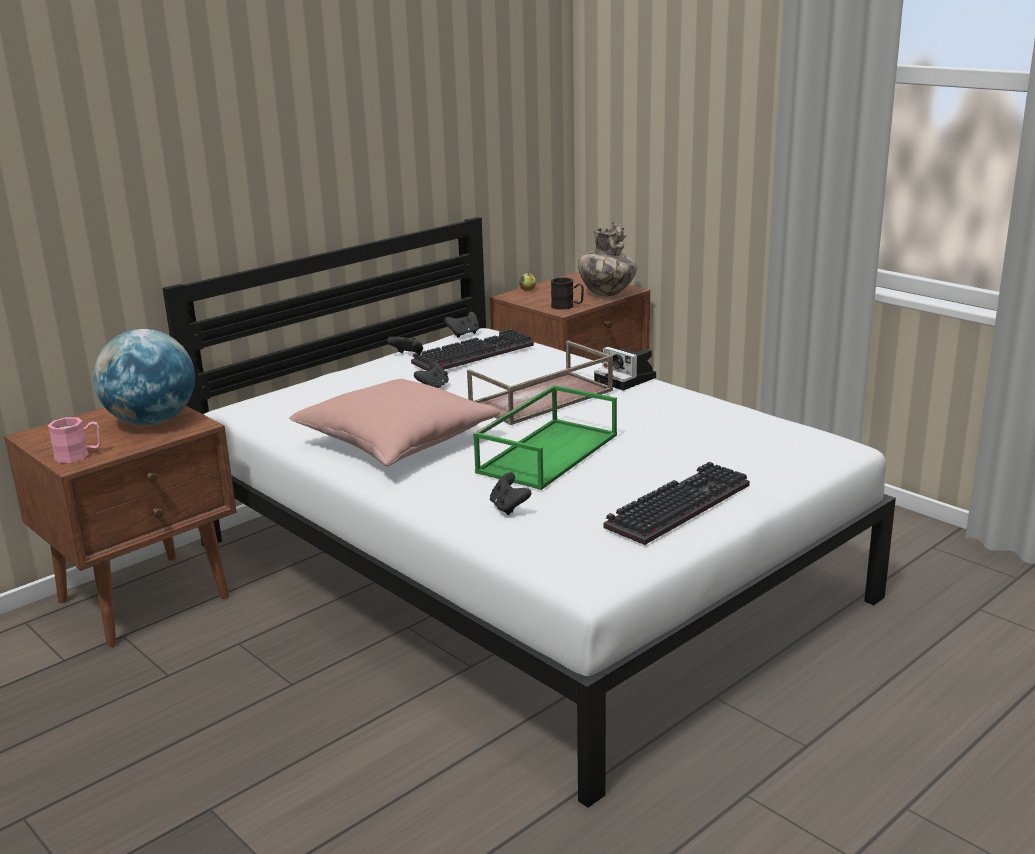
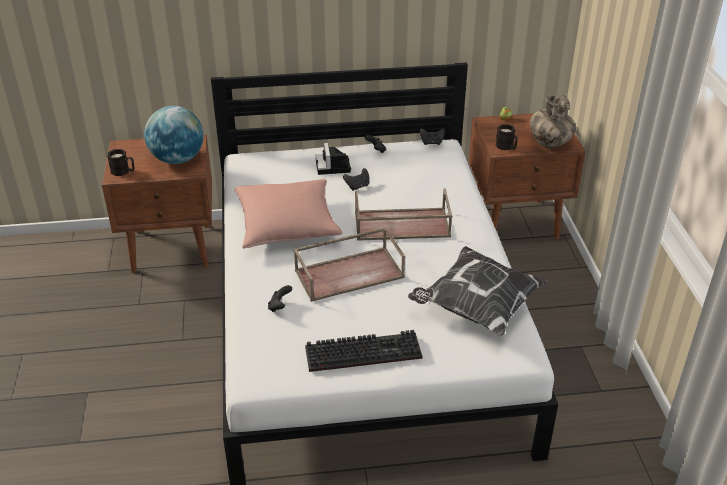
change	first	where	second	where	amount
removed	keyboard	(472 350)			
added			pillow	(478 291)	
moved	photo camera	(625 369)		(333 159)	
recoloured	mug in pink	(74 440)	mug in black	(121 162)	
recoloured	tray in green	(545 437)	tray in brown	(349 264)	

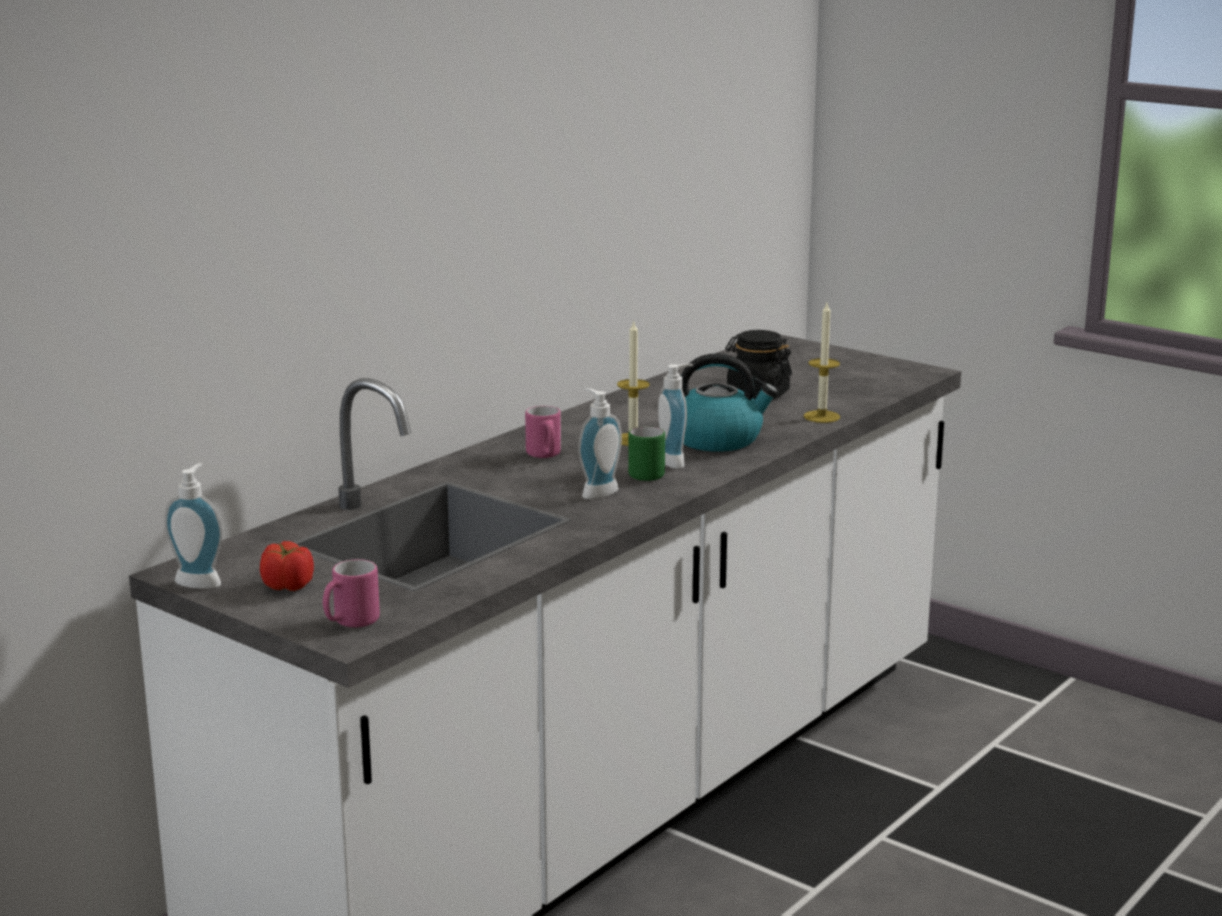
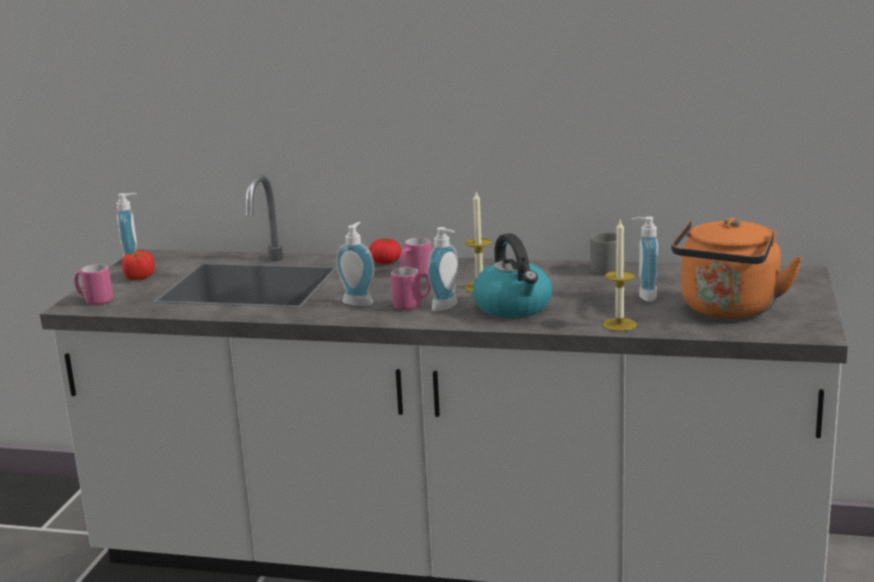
change	first	where	second	where	amount
added			tomato	(385 251)	
added			mug in grey	(603 254)	
added			kettle in orange	(736 268)	
replaced	jar in black	(758 365)	soap dispenser	(644 259)	
recoloured	mug in green	(646 453)	mug in pink	(410 288)	

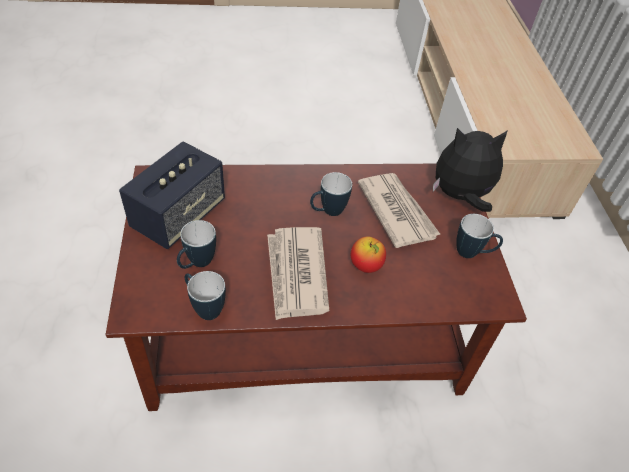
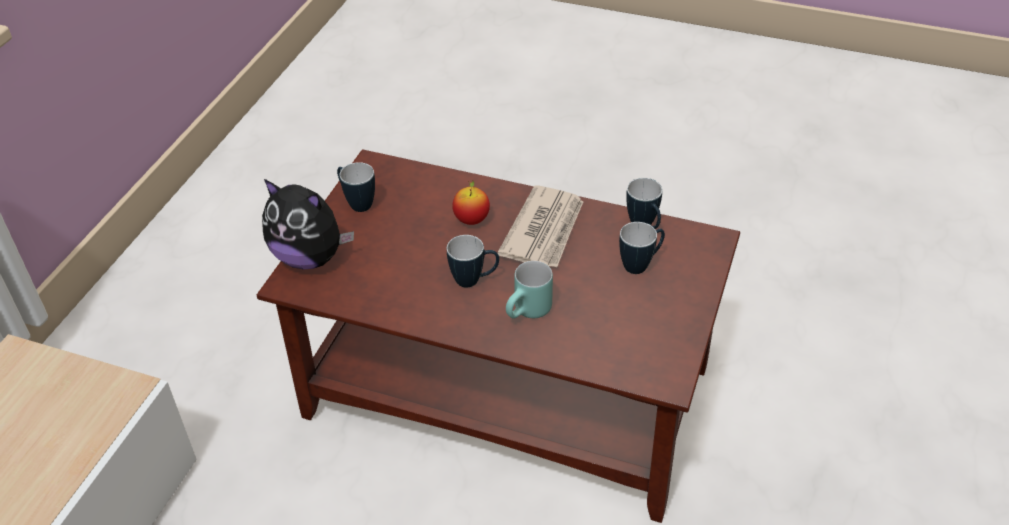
change	first	where	second	where	amount
removed	speaker	(172 195)			
removed	newspaper	(399 210)			
added			mug in turquoise	(529 290)	

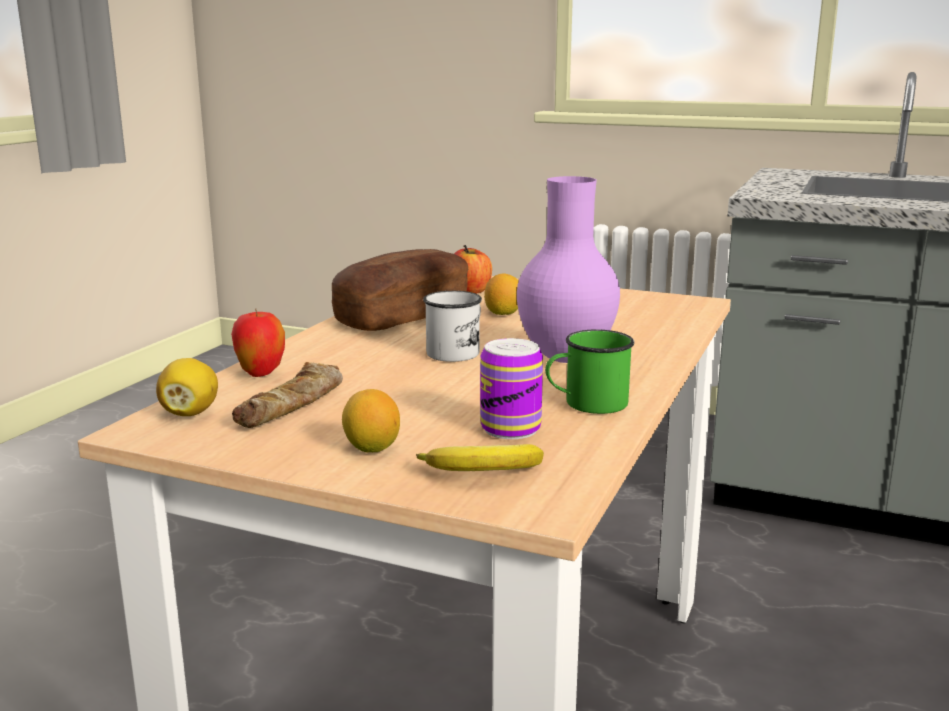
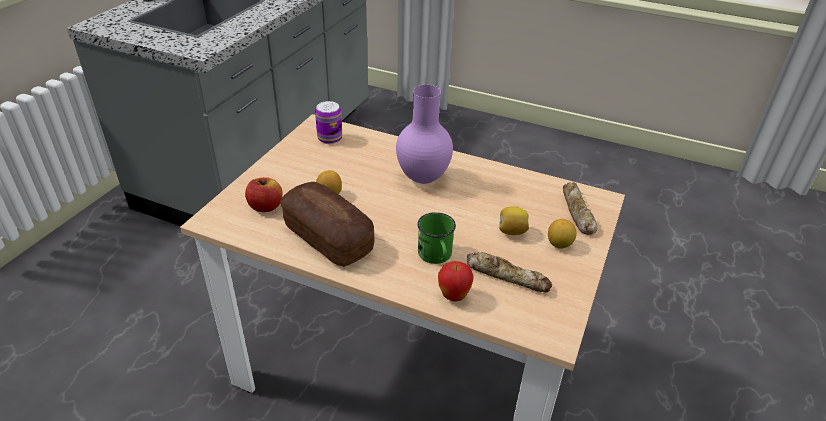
change	first	where	second	where	amount
removed	mug in white	(452 326)			
moved	lemon	(187 387)		(514 220)	
moved	can	(511 388)		(328 122)	
moved	mug in green	(589 372)		(436 238)	
replaced	banana	(480 457)	bread	(580 208)	

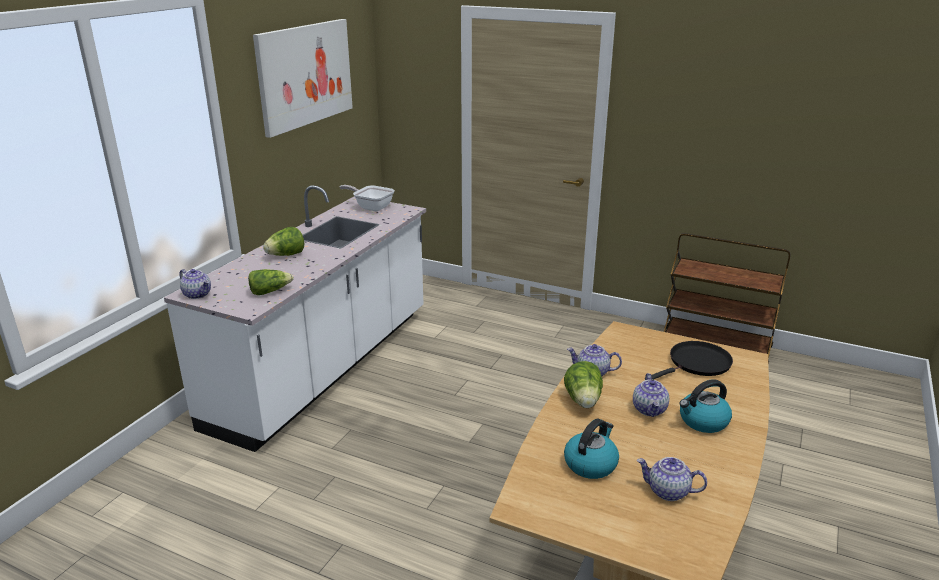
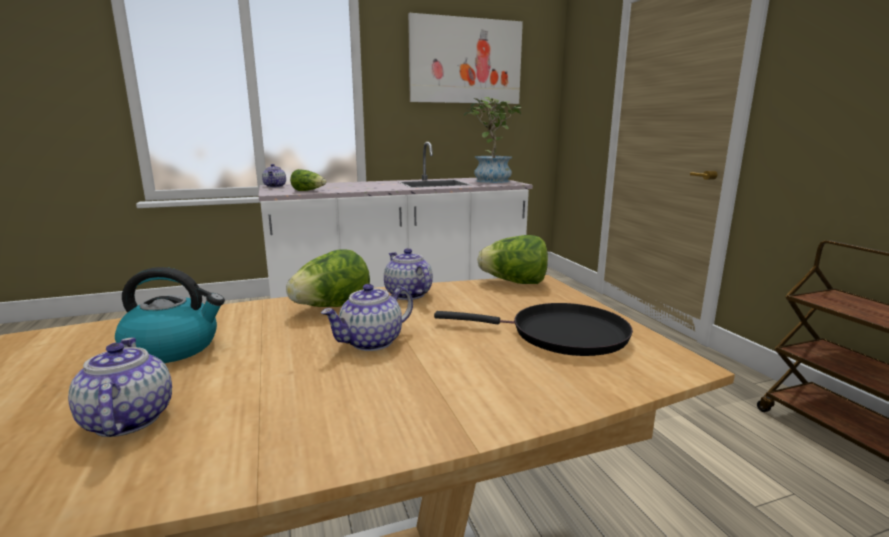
change	first	where	second	where	amount
removed	kettle	(706 406)			
moved	lettuce	(283 241)		(512 259)	
replaced	frying pan	(367 198)	potted plant	(492 140)	

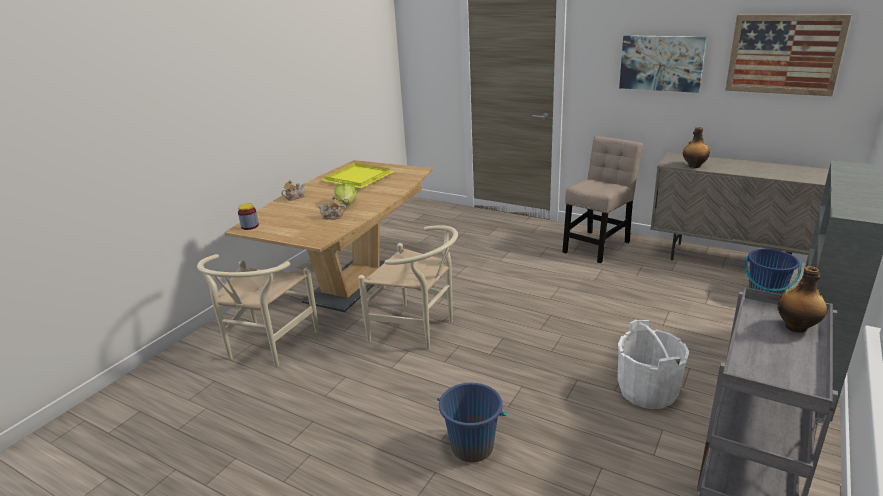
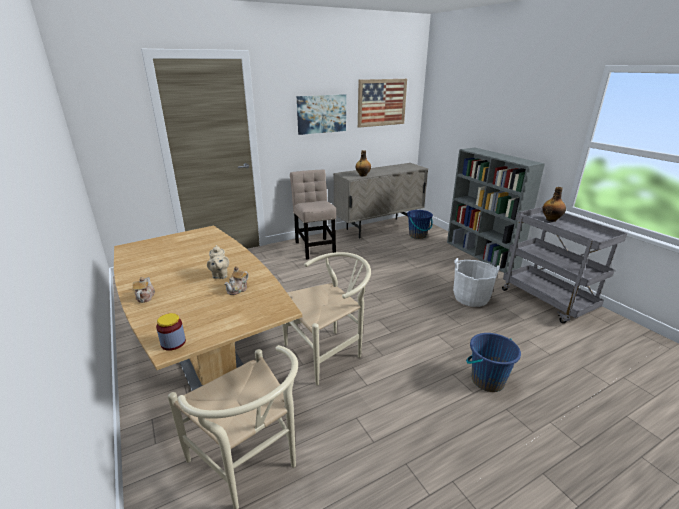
change	first	where	second	where	amount
removed	tray in yellow	(358 175)			
replaced	lettuce	(345 194)	teapot in beige	(218 262)	

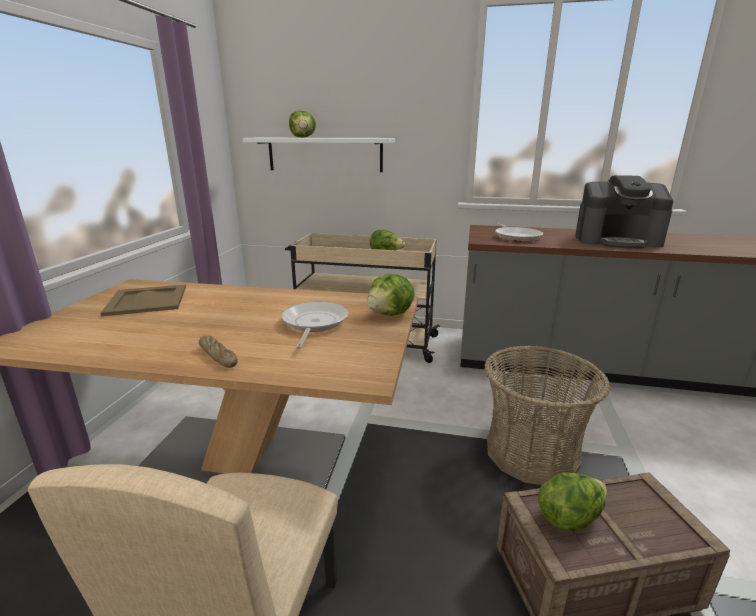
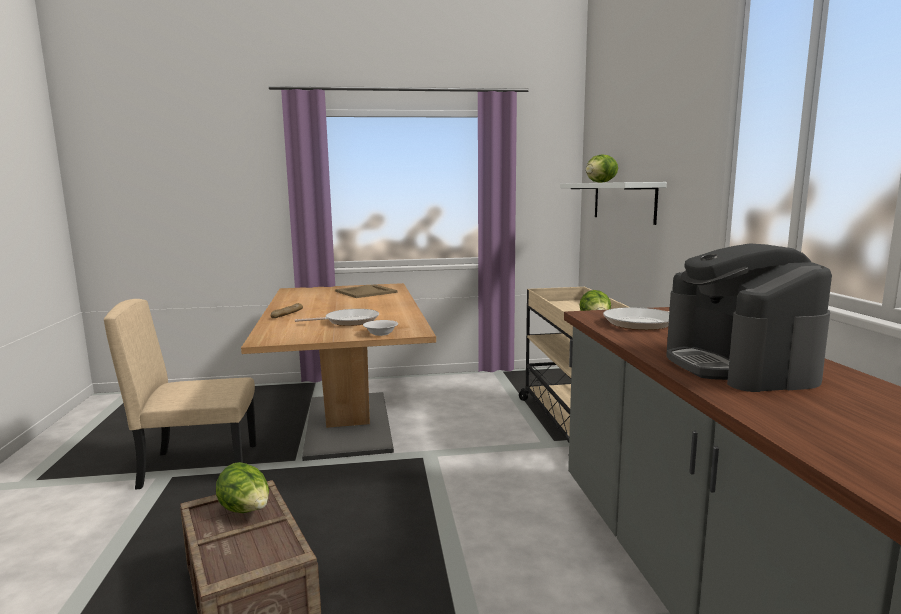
change	first	where	second	where	amount
removed	basket	(547 415)			
replaced	lettuce	(391 295)	bowl in white	(380 328)	

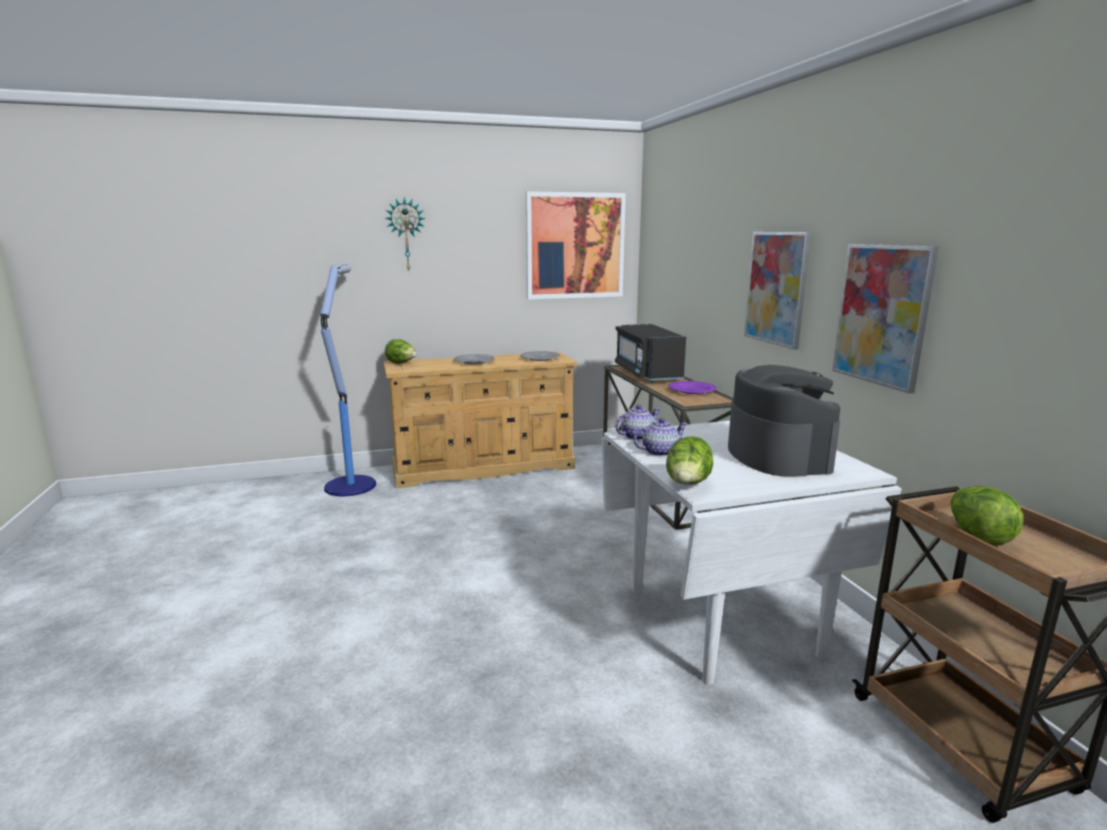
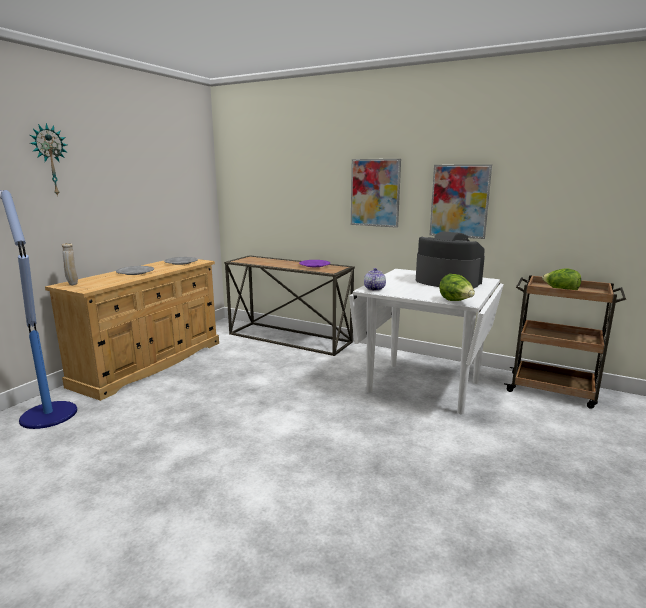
change	first	where	second	where	amount
removed	picture	(576 245)			
removed	microwave in black	(650 353)			
removed	teapot	(660 437)			
replaced	lettuce	(401 351)	vase in beige	(70 264)	

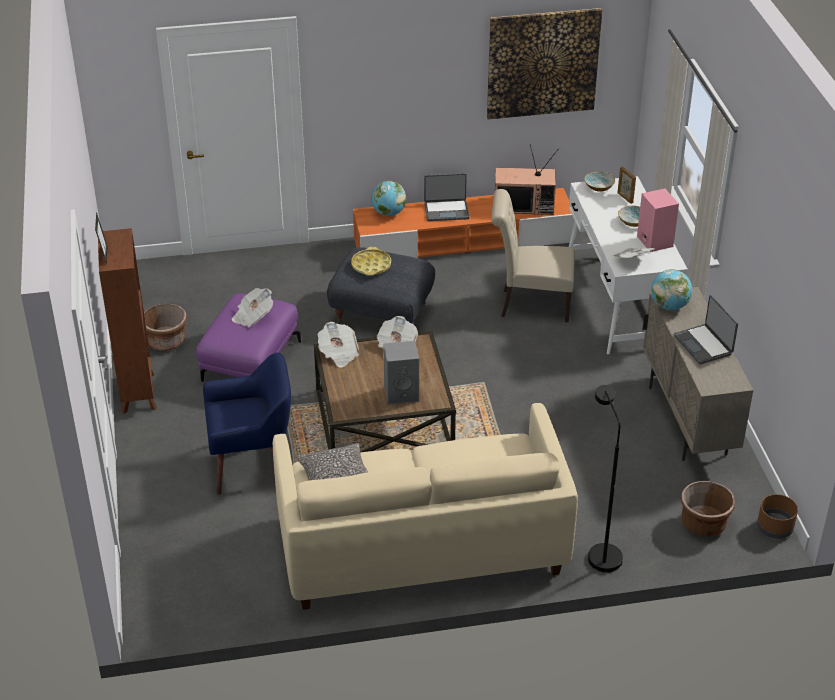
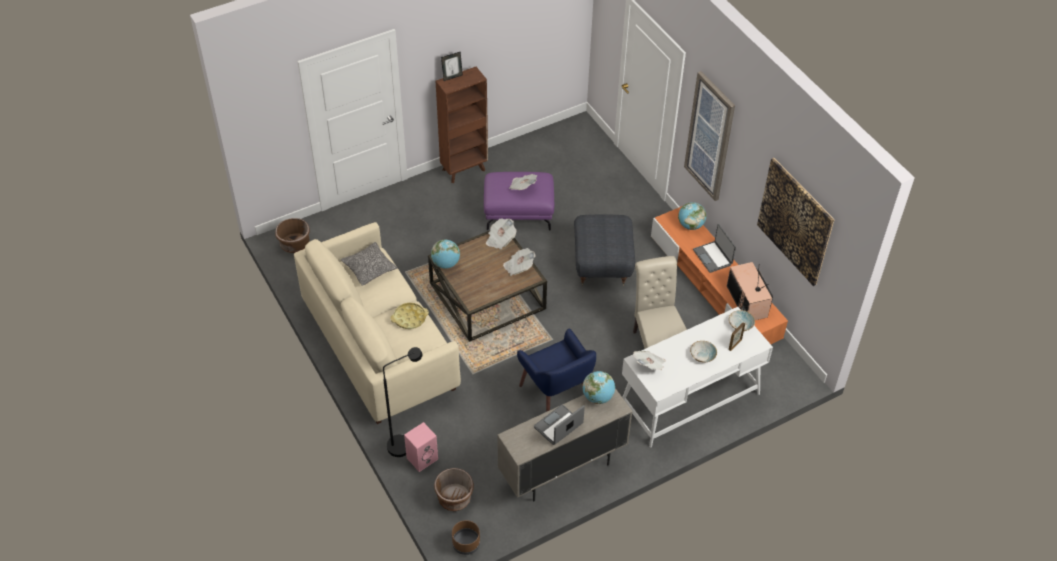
change	first	where	second	where	amount
removed	speaker in grey	(401 373)			
added			globe	(445 254)	
added			picture	(709 136)	
moved	planter in brown	(165 327)		(292 235)	
moved	armchair in blue	(247 424)		(556 370)	
moved	tray in yellow	(371 261)		(409 316)	
moved	speaker in pink	(658 220)		(421 447)	

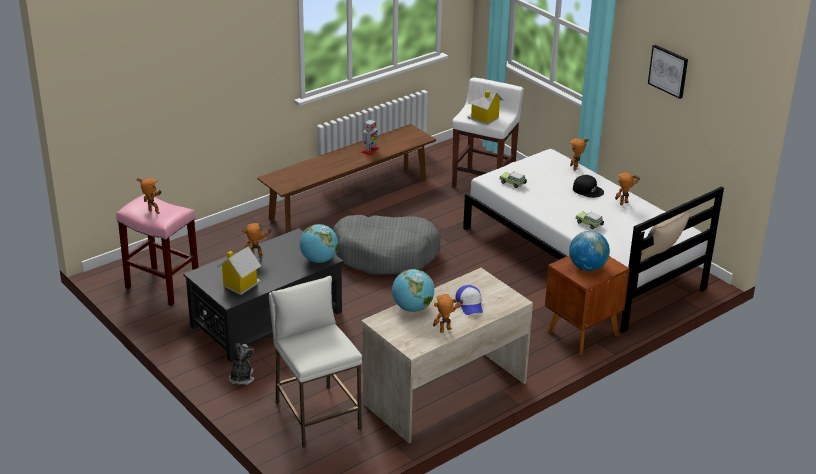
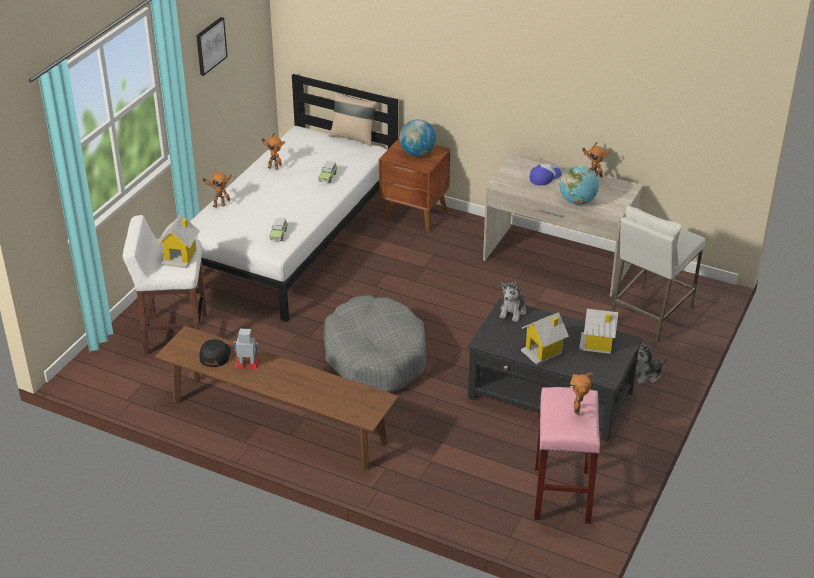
change	first	where	second	where	amount
moved	cap in black	(588 186)		(215 353)	
replaced	toy robot	(256 239)	toy house	(545 338)	
replaced	globe	(319 243)	plush toy	(512 301)	

